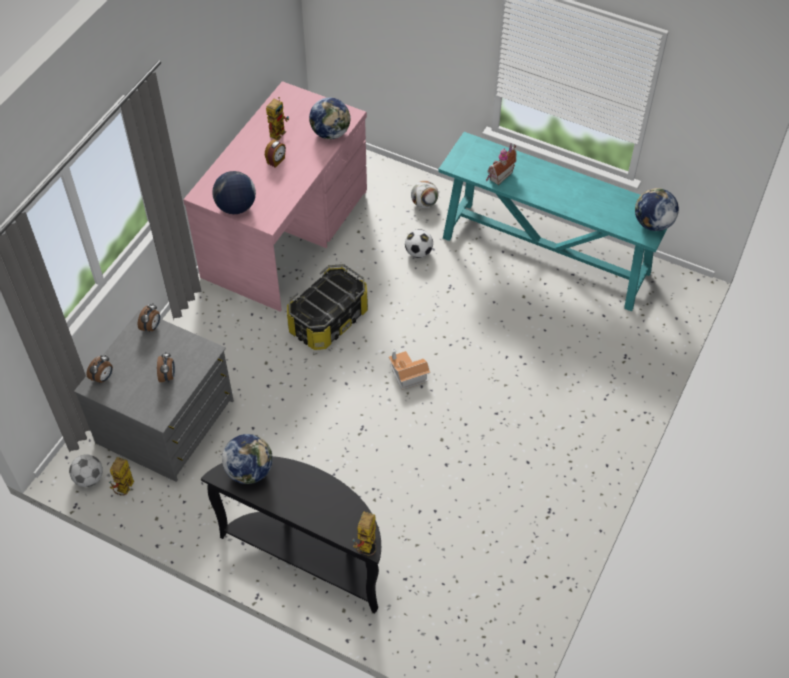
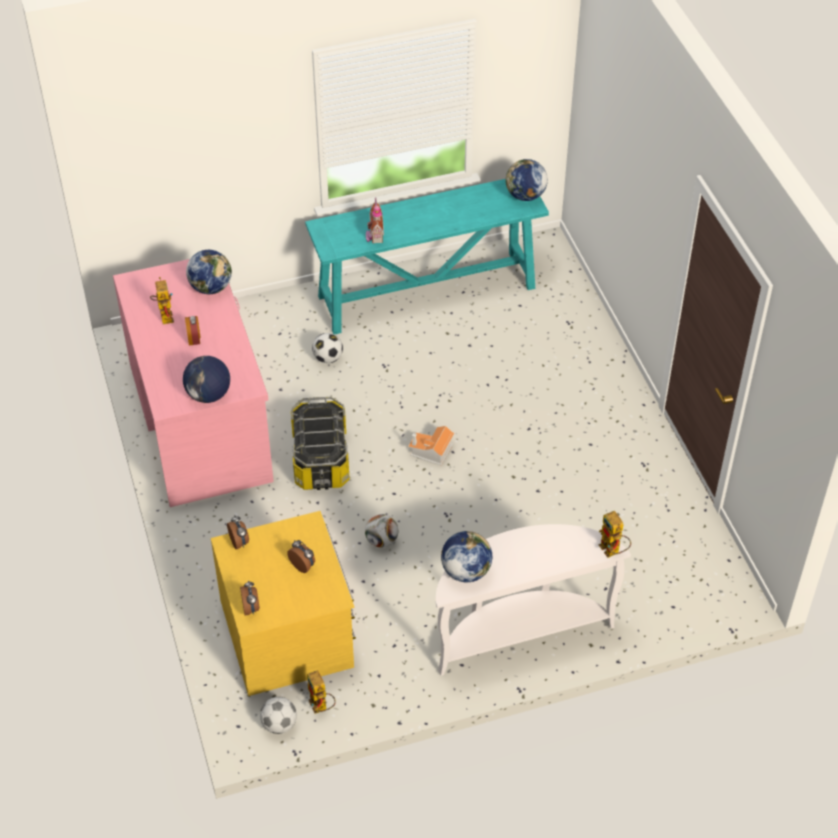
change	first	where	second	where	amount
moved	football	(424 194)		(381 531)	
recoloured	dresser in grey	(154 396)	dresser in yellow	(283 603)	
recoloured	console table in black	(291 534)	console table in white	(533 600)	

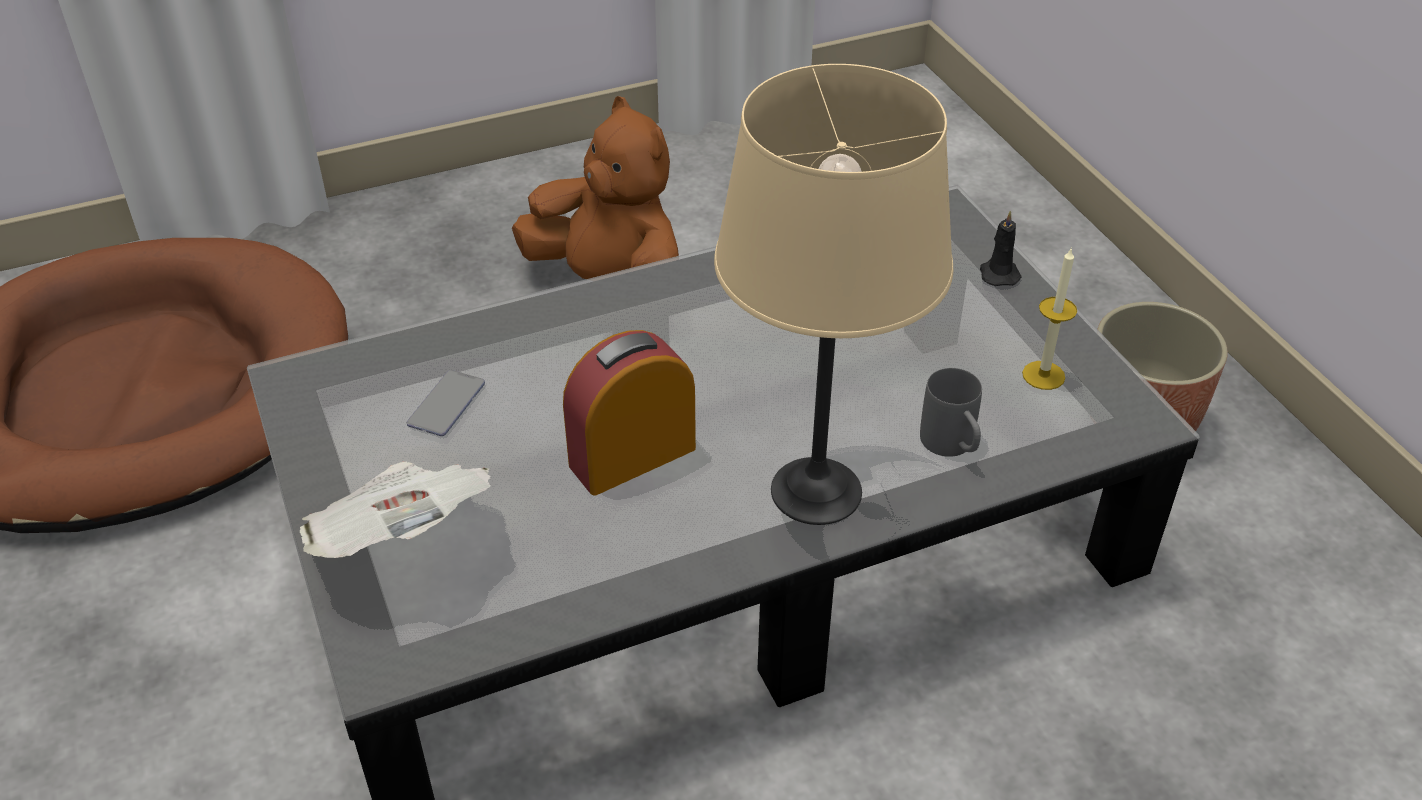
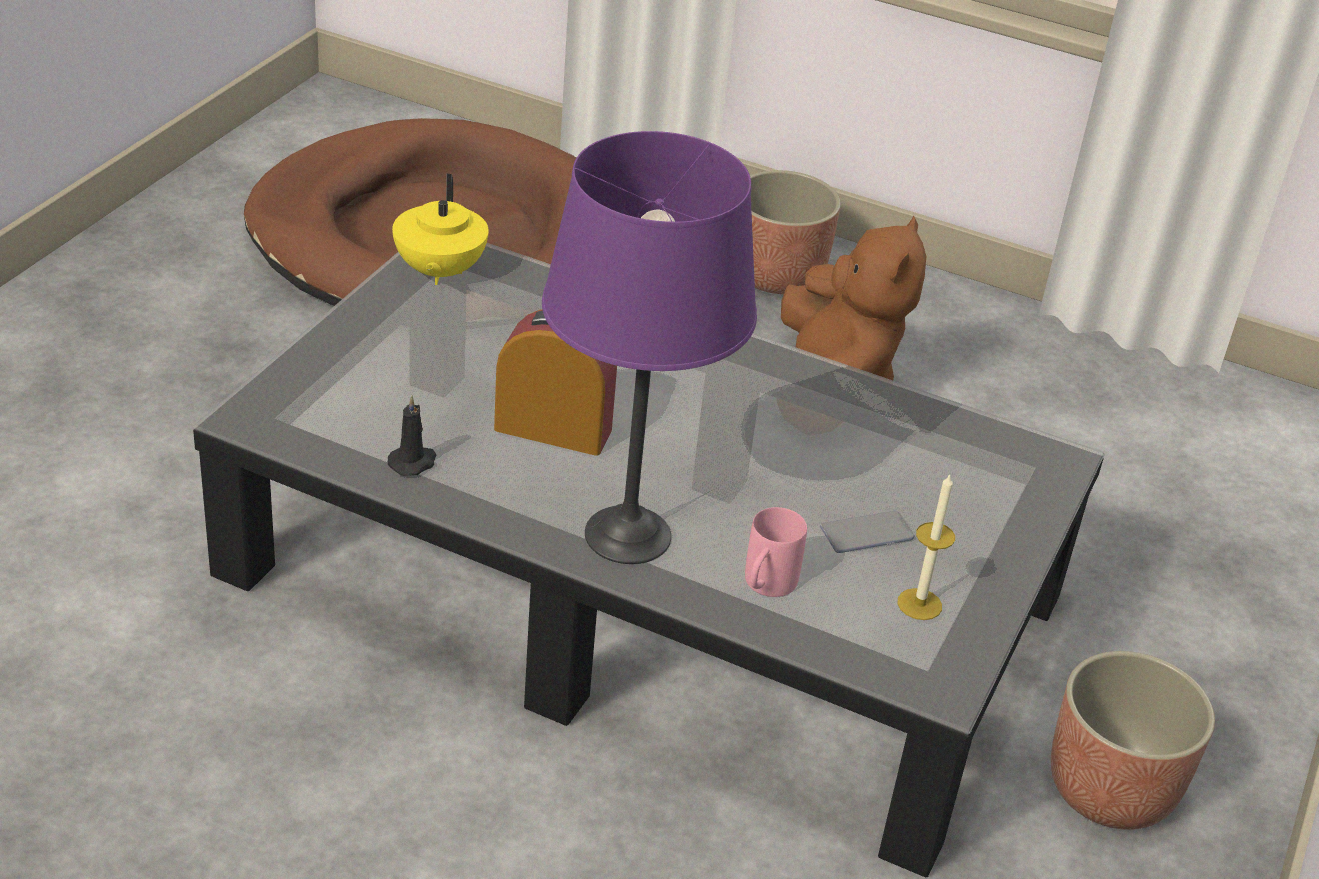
change	first	where	second	where	amount
removed	newspaper	(395 509)			
added			teapot in yellow	(440 229)	
added			planter	(795 232)	
moved	phone	(446 403)		(867 532)	
moved	candle in black	(1001 248)		(412 435)	
recoloured	table lamp in beige	(833 294)	table lamp in purple	(649 347)	
recoloured	mug in grey	(951 412)	mug in pink	(776 552)	

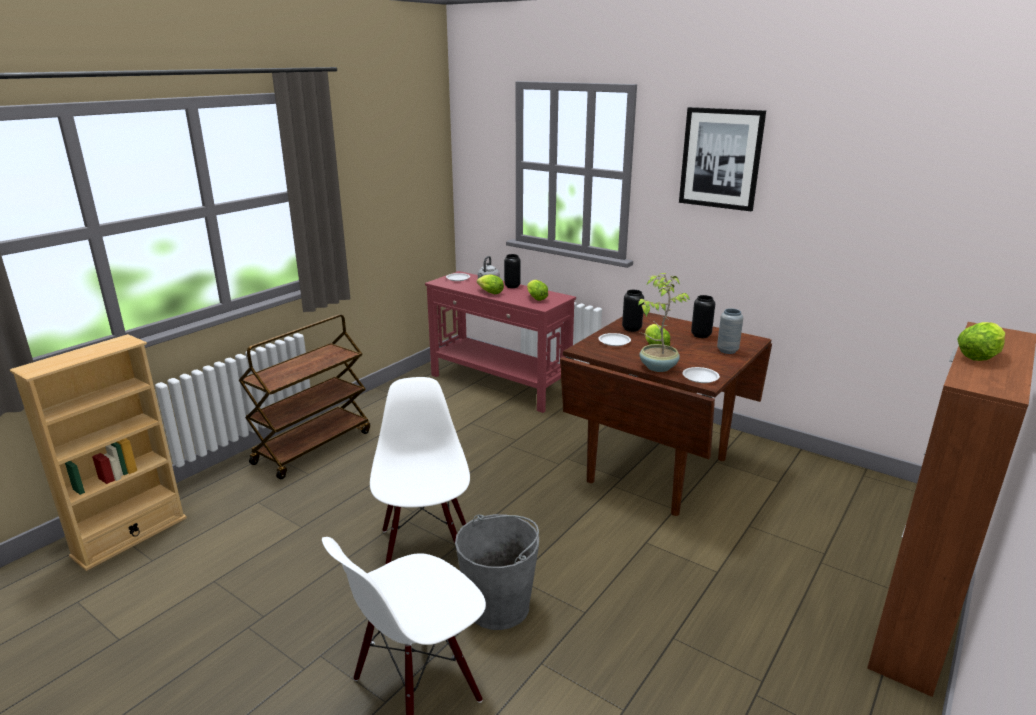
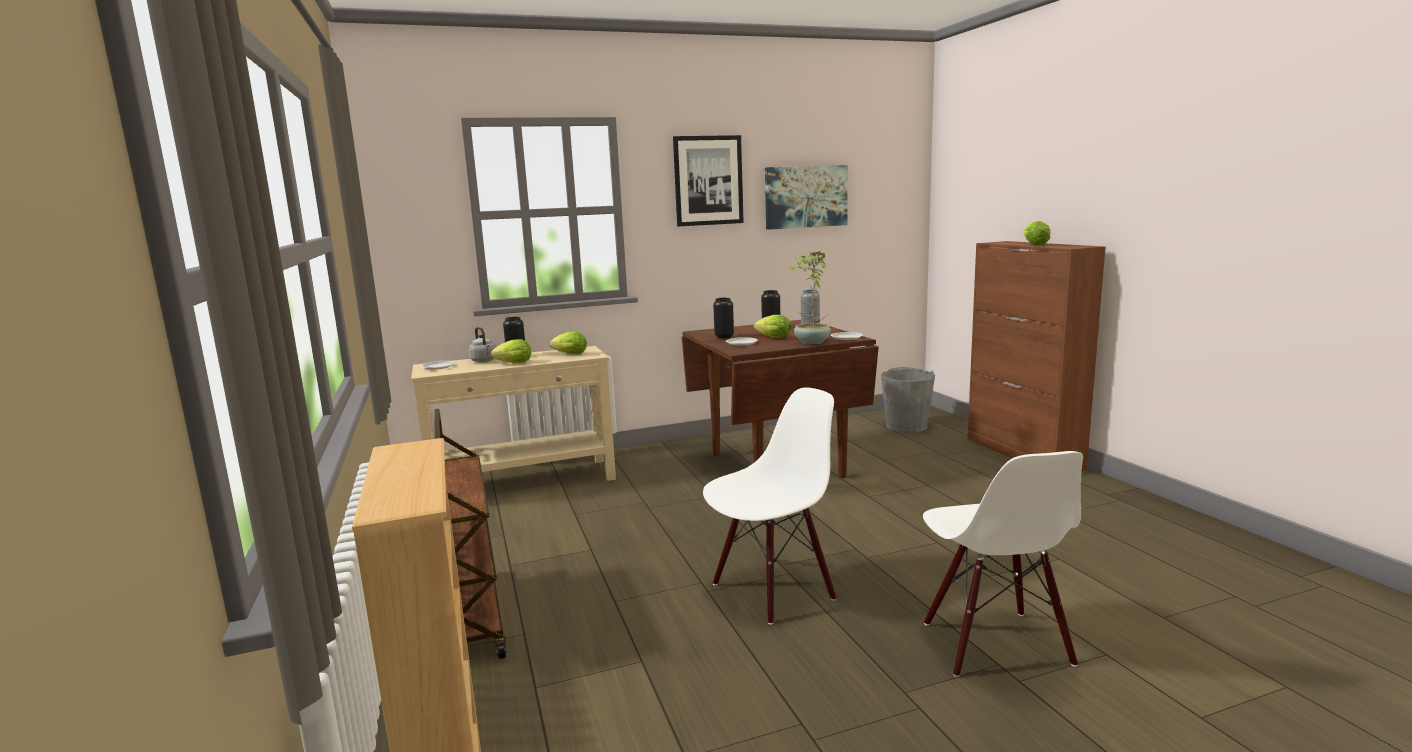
change	first	where	second	where	amount
added			picture	(806 197)	
moved	bucket in grey	(497 572)		(908 400)	
recoloured	console table in red	(500 342)	console table in beige	(513 413)	
turned	chair in white	(420 471)		(770 506)	120 degrees clockwise

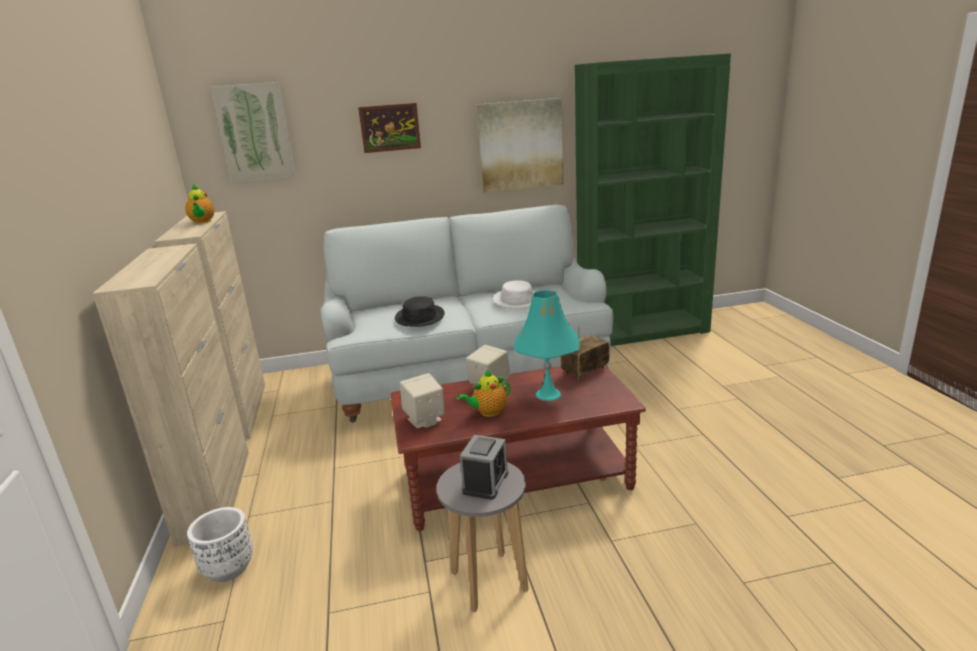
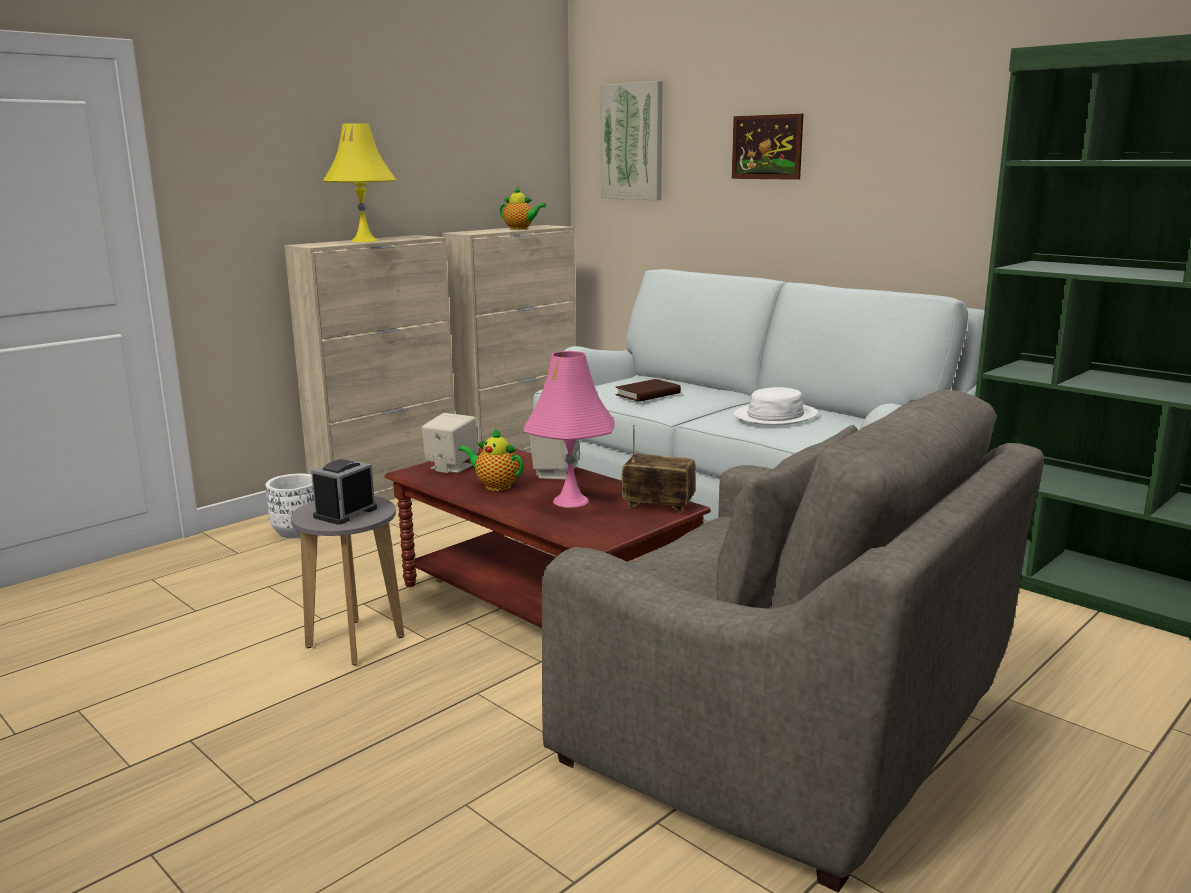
change	first	where	second	where	amount
removed	picture	(520 145)			
added			table lamp in yellow	(360 182)	
added			armchair in grey	(793 641)	
replaced	hat in black	(420 312)	book in brown	(648 390)	
recoloured	table lamp in turquoise	(547 345)	table lamp in pink	(569 429)	
turned	teapot	(200 204)		(523 208)	105 degrees counterclockwise
turned	alarm clock	(484 467)		(344 492)	135 degrees clockwise

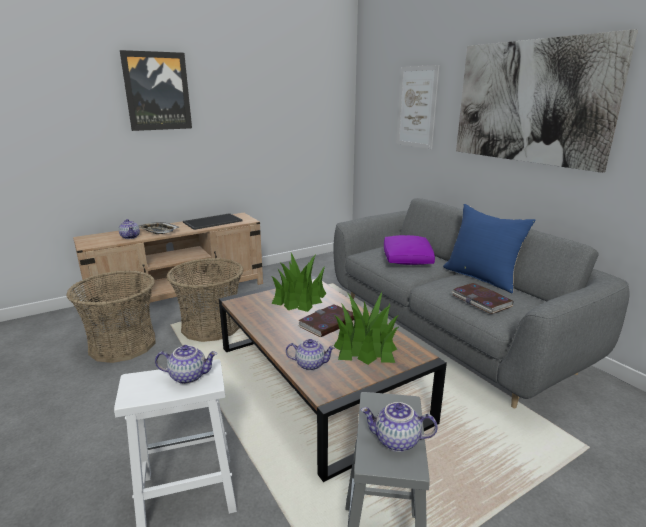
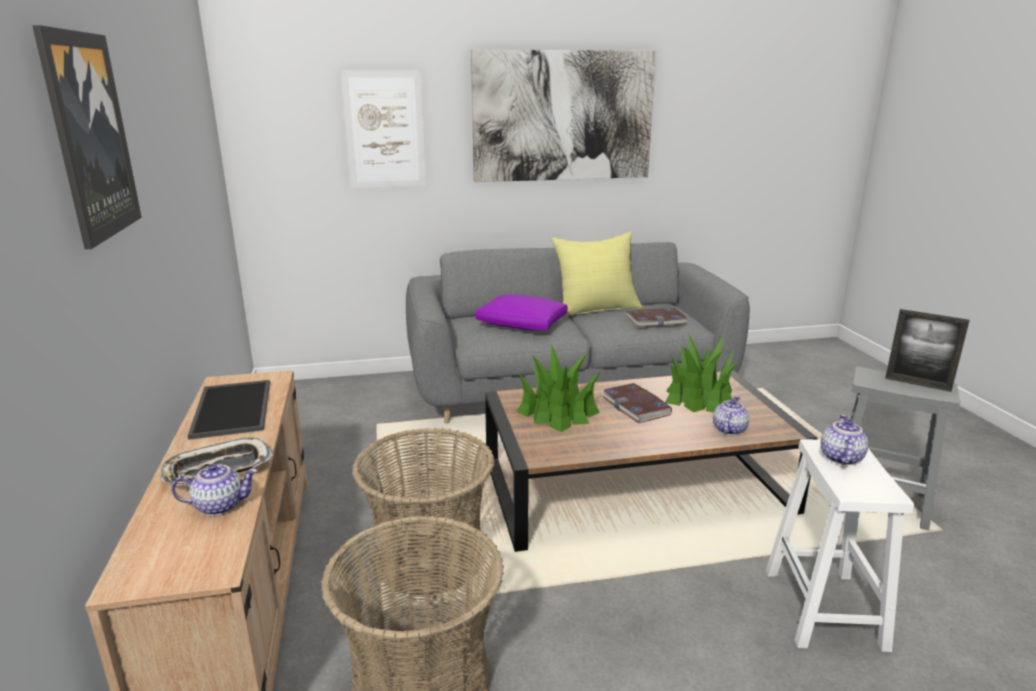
change	first	where	second	where	amount
replaced	teapot	(399 427)	picture frame	(927 350)	
recoloured	pillow in blue	(489 249)	pillow in yellow	(596 274)	

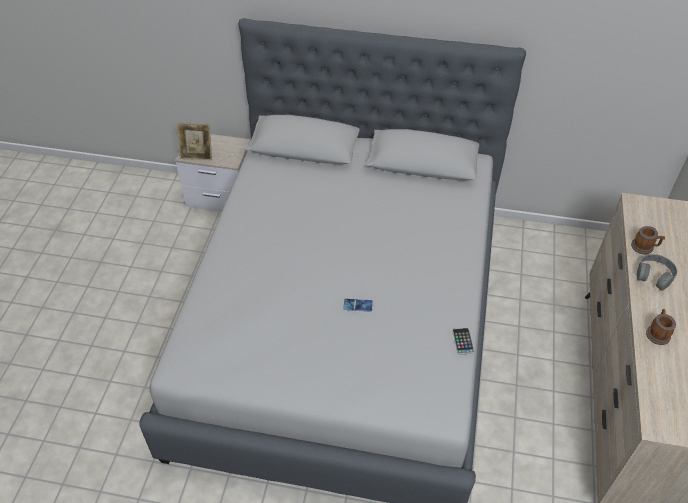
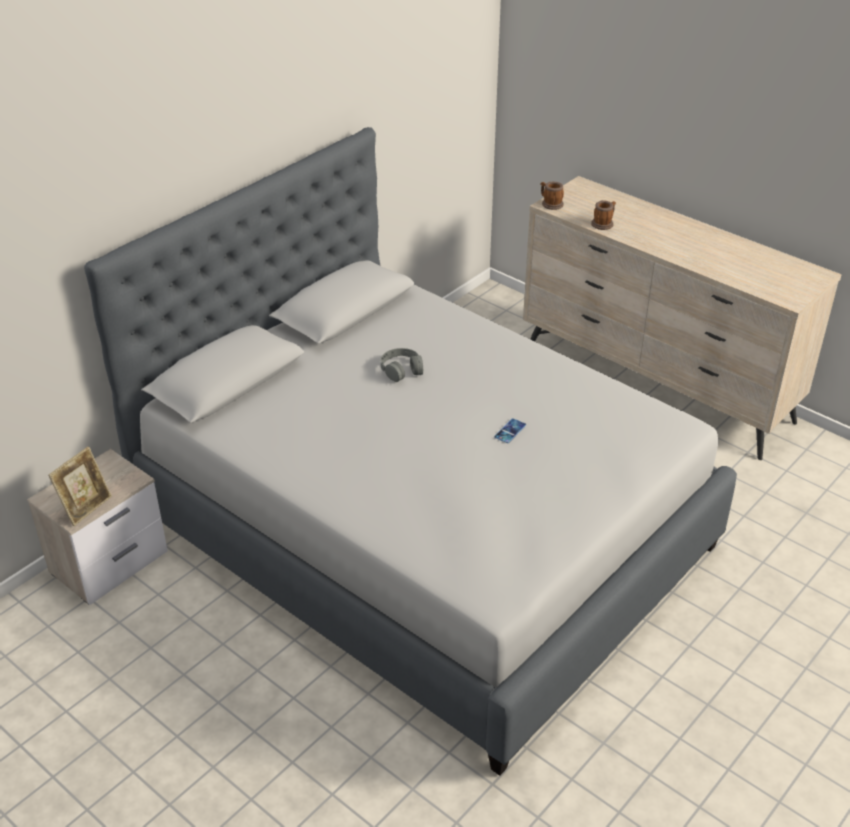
change	first	where	second	where	amount
removed	phone	(463 341)			
moved	headphones in grey	(657 272)		(402 365)	
moved	mug	(661 327)		(552 196)	

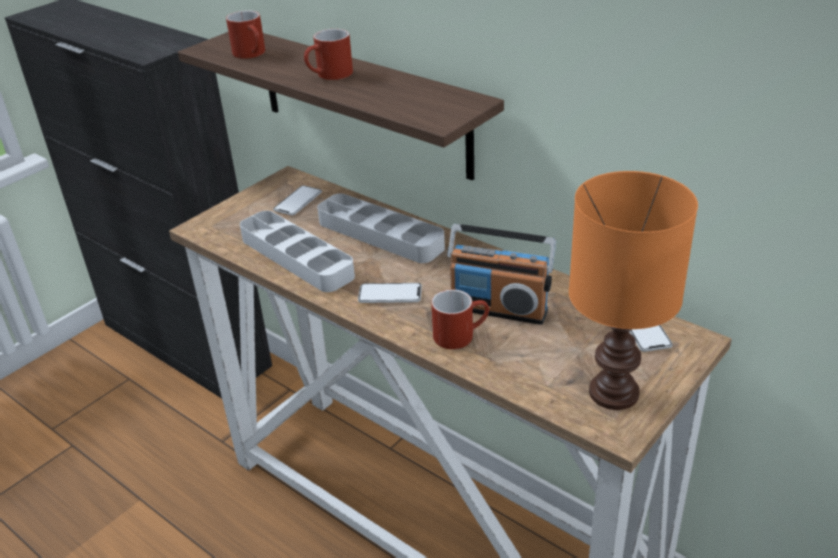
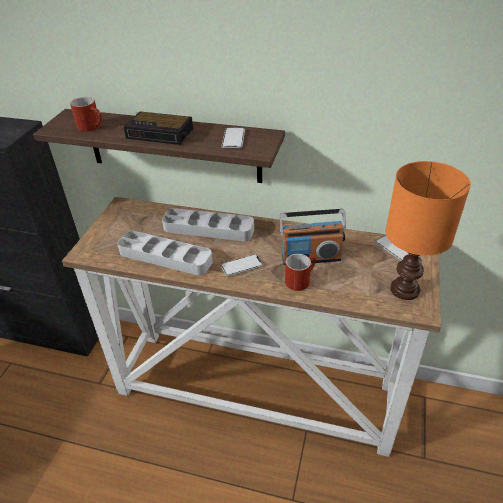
change	first	where	second	where	amount
moved	phone	(297 200)		(233 138)	
replaced	mug in red	(328 54)	alarm clock	(158 128)	

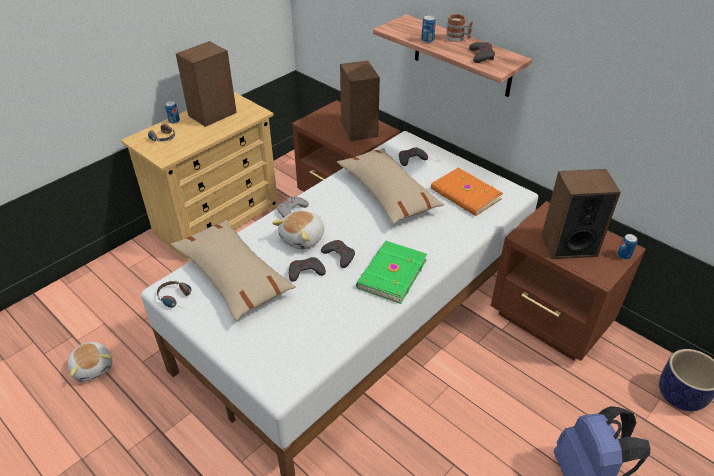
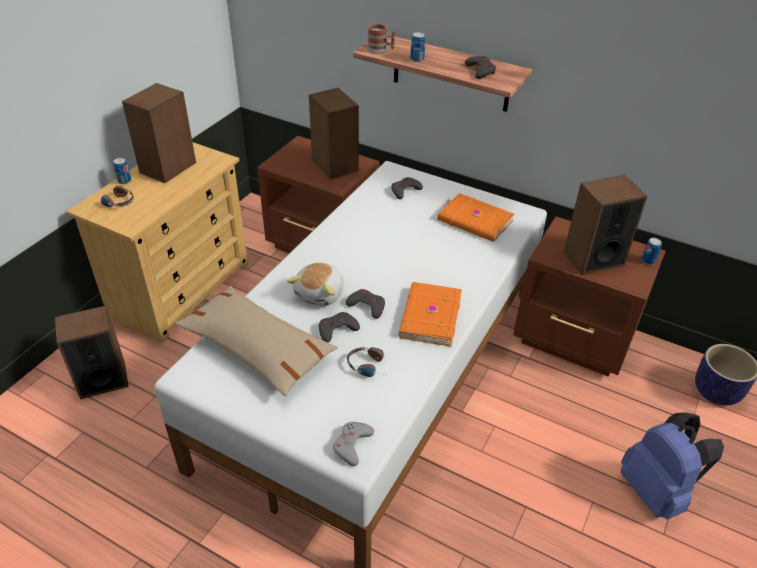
change	first	where	second	where	amount
removed	plush toy	(90 362)			
removed	pillow in beige	(390 186)			
added			speaker	(92 352)	
moved	headphones	(174 295)		(366 362)	
moved	game controller in grey	(293 207)		(353 444)	
moved	mug	(459 28)		(381 38)	
recoloured	book in green	(391 272)	book in orange	(430 314)	

